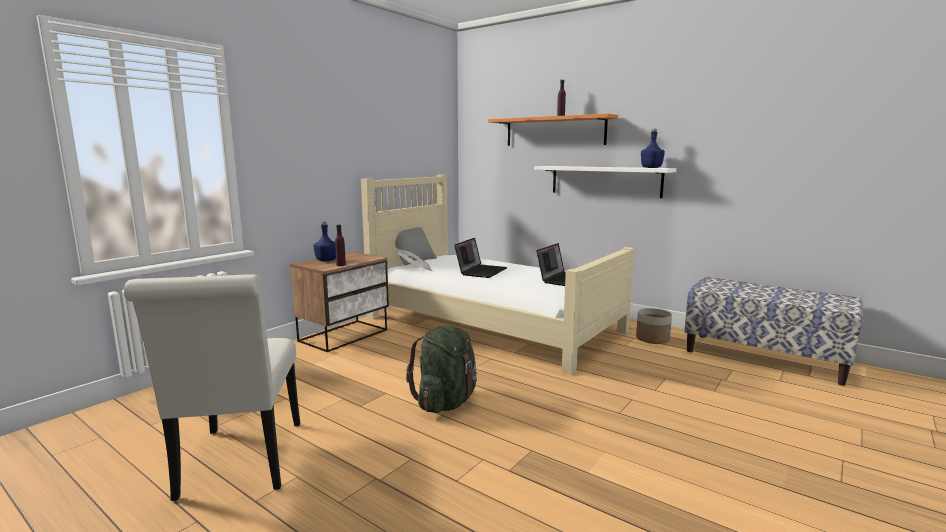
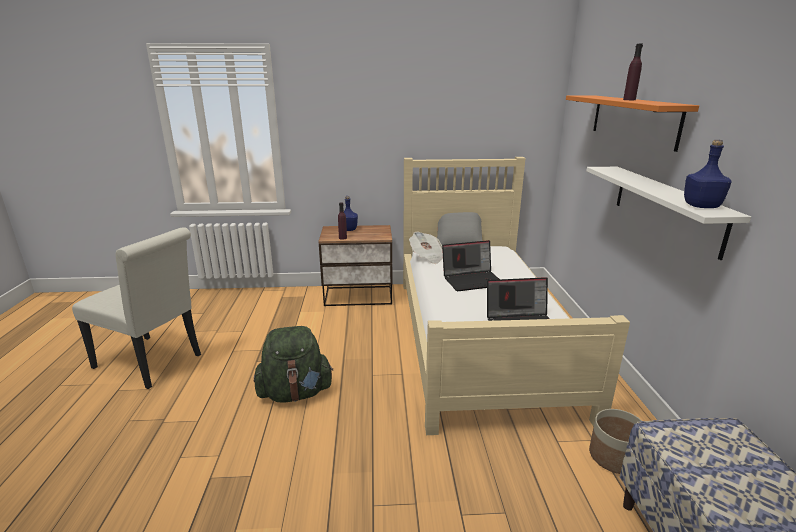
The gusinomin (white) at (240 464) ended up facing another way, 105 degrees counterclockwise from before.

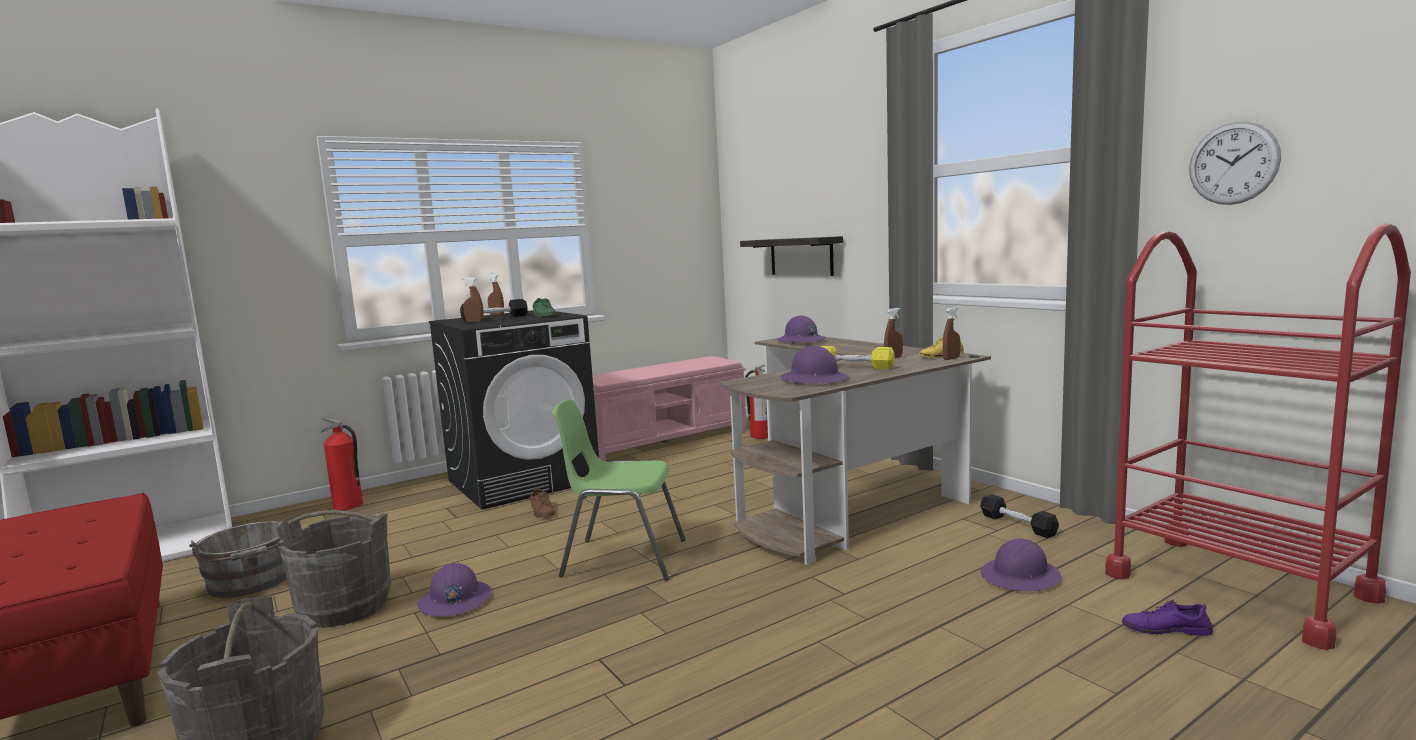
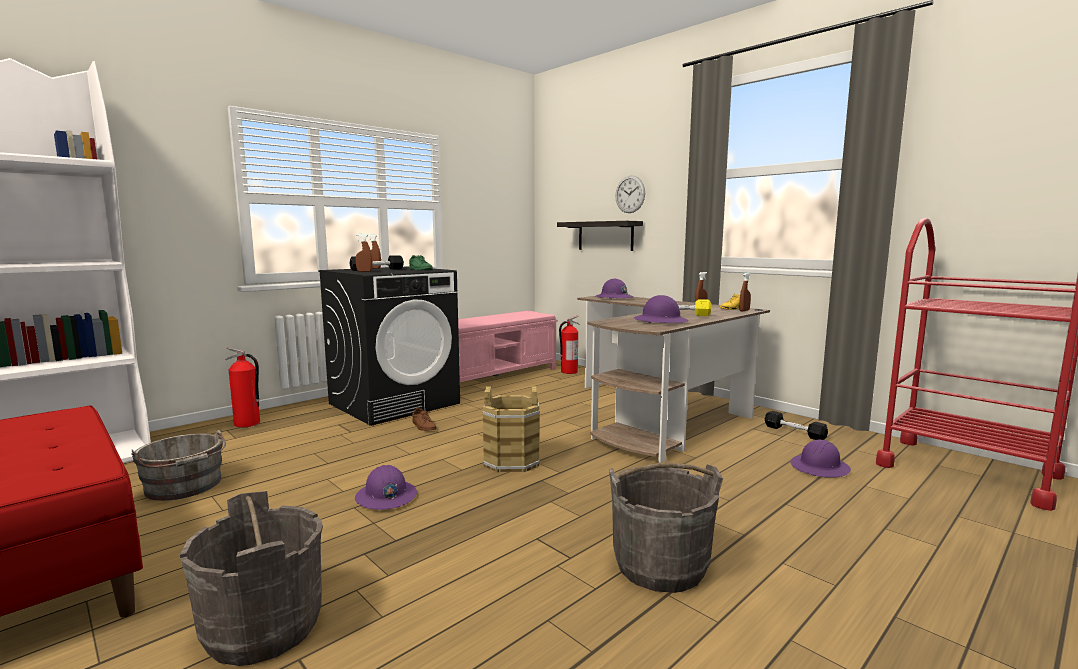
The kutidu ended up elsewhere, having gone from (1233 163) to (630 194).
Where the gusinomin (green) stood at (622 558), the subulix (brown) came to stand at (511 461).
The subulix (grey) ended up elsewhere, having gone from (344 607) to (660 566).
The second view lost the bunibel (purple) at (1166 629).

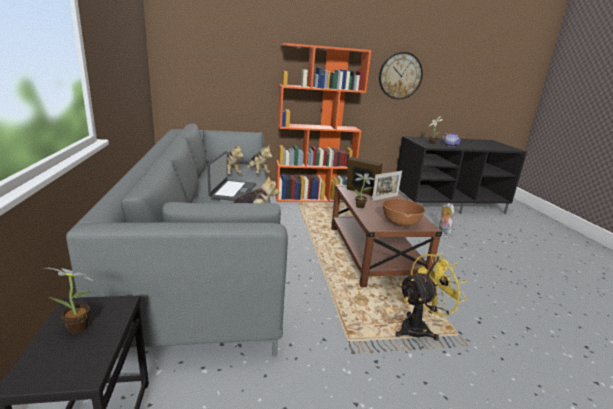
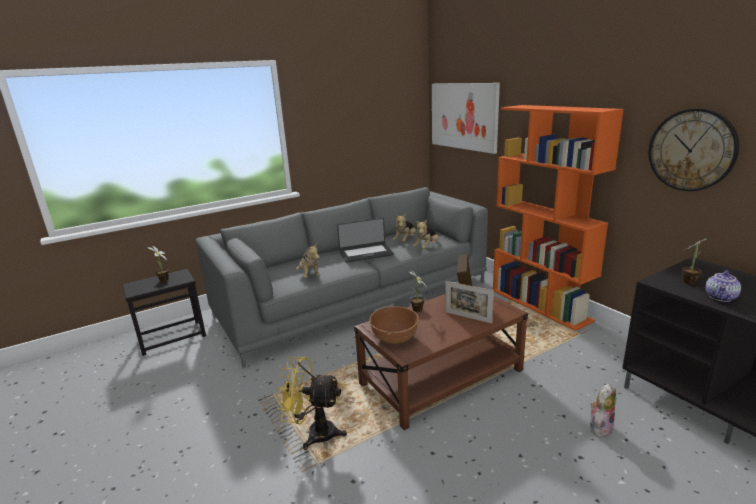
The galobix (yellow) at (419 328) ended up facing another way, 150 degrees clockwise from before.
The second view gained the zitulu at (463 116).

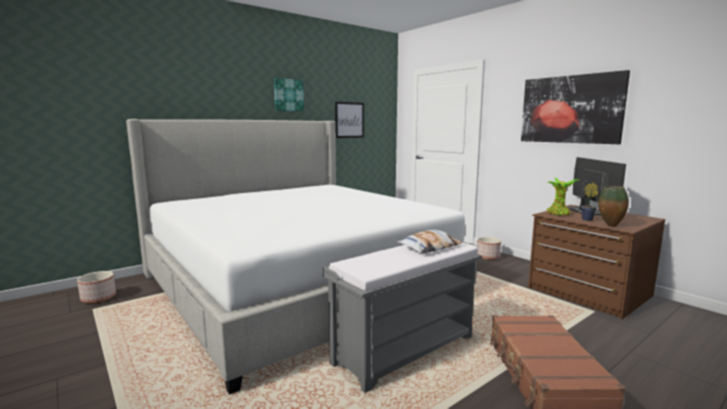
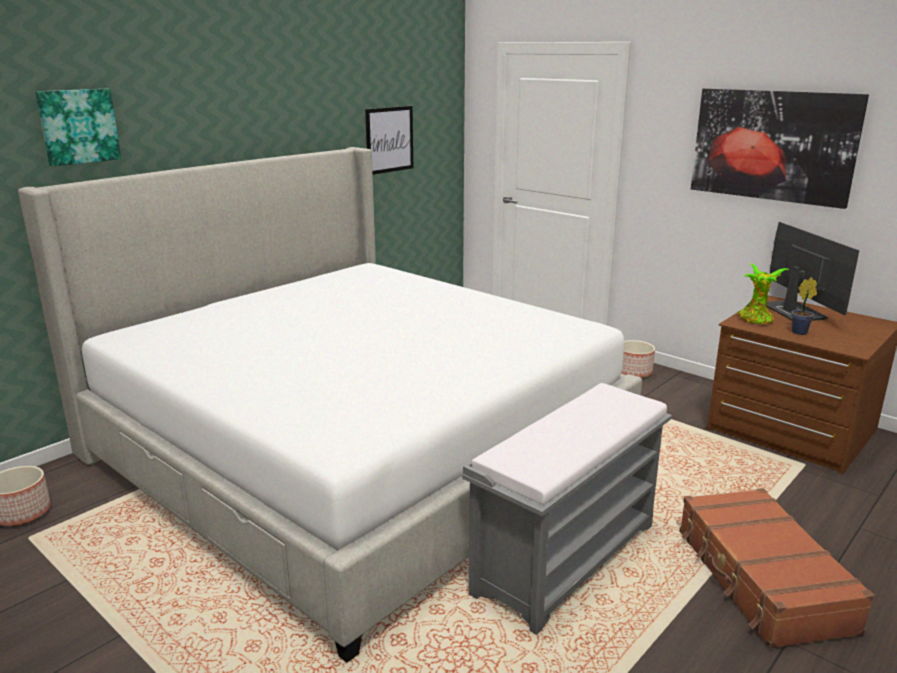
The zitulu ended up elsewhere, having gone from (288 95) to (78 126).
The second view lost the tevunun at (610 226).
The second view lost the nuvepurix at (429 247).

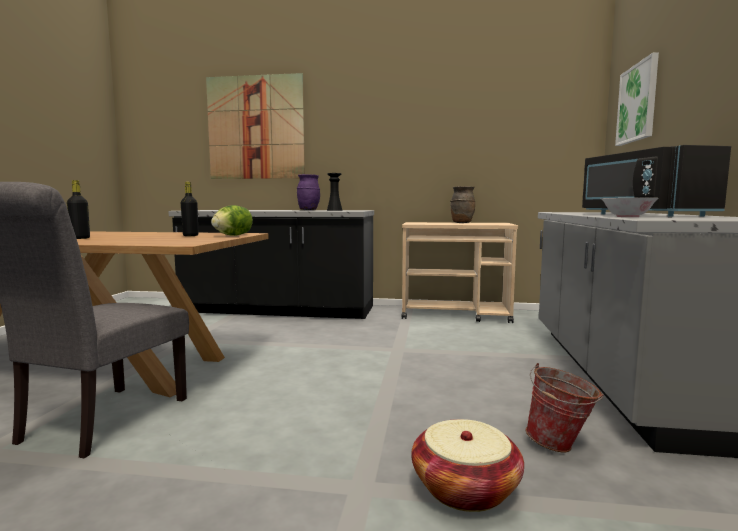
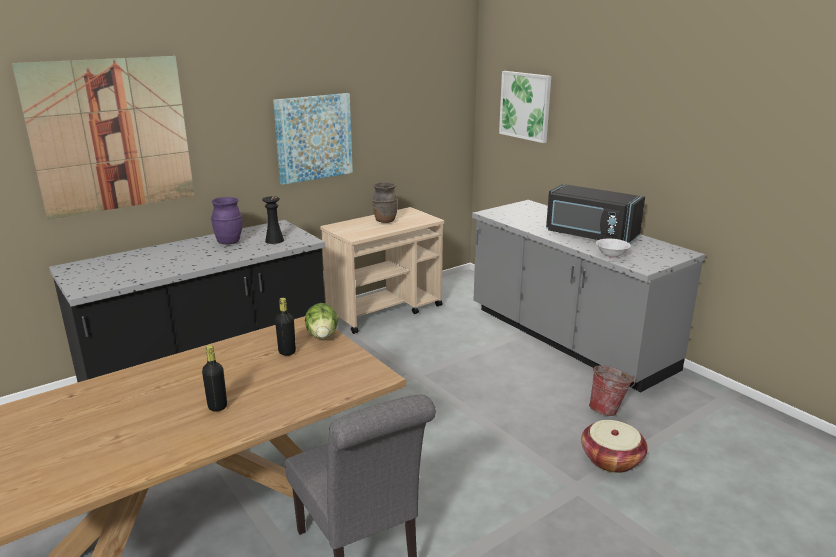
The second view gained the zitulu at (313 137).

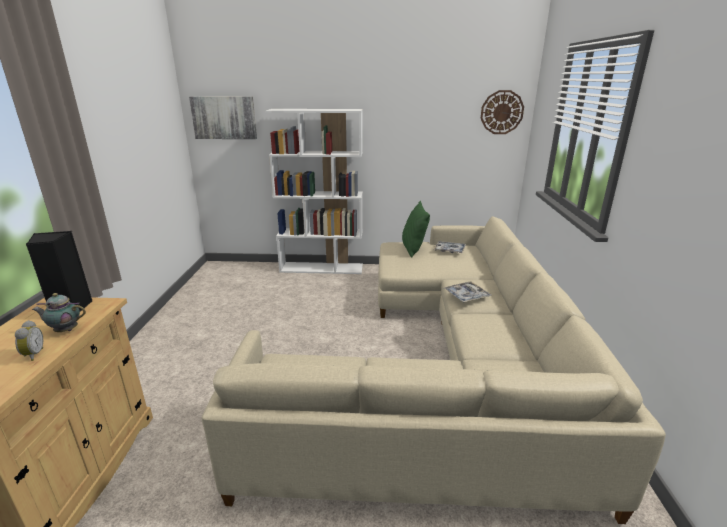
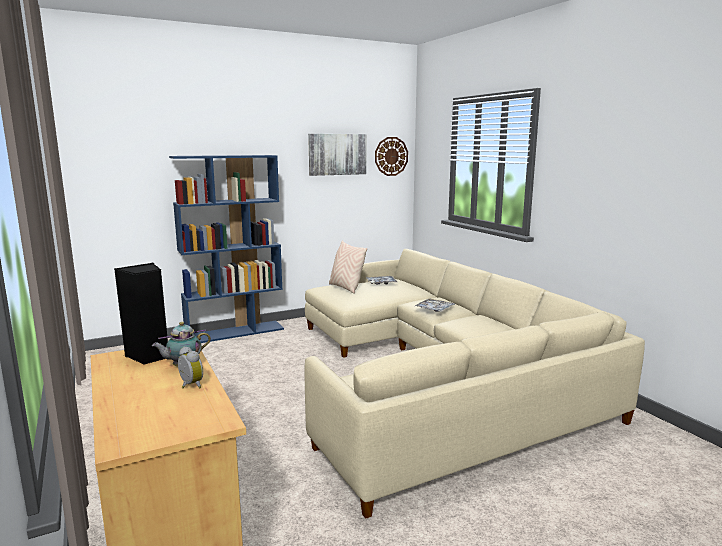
The zitulu ended up elsewhere, having gone from (224 117) to (337 154).
What was the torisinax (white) at (322 268) turned into the torisinax (blue) at (235 332).
What was the nuvepurix (green) at (413 249) turned into the nuvepurix (beige) at (346 288).

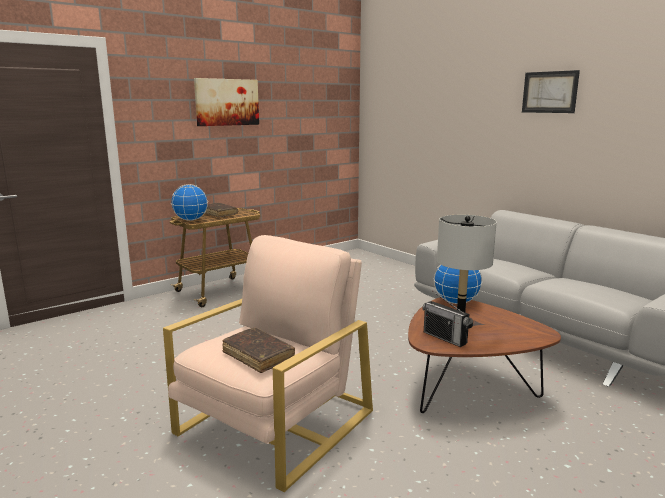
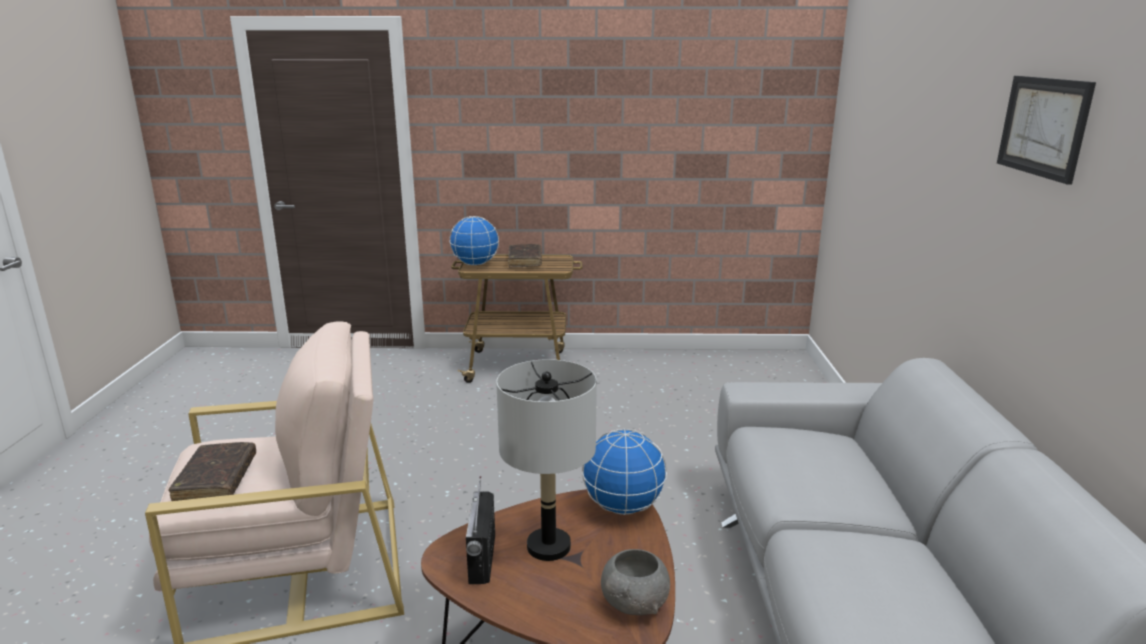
The second view lost the zitulu at (227 102).
The second view gained the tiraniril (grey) at (635 603).

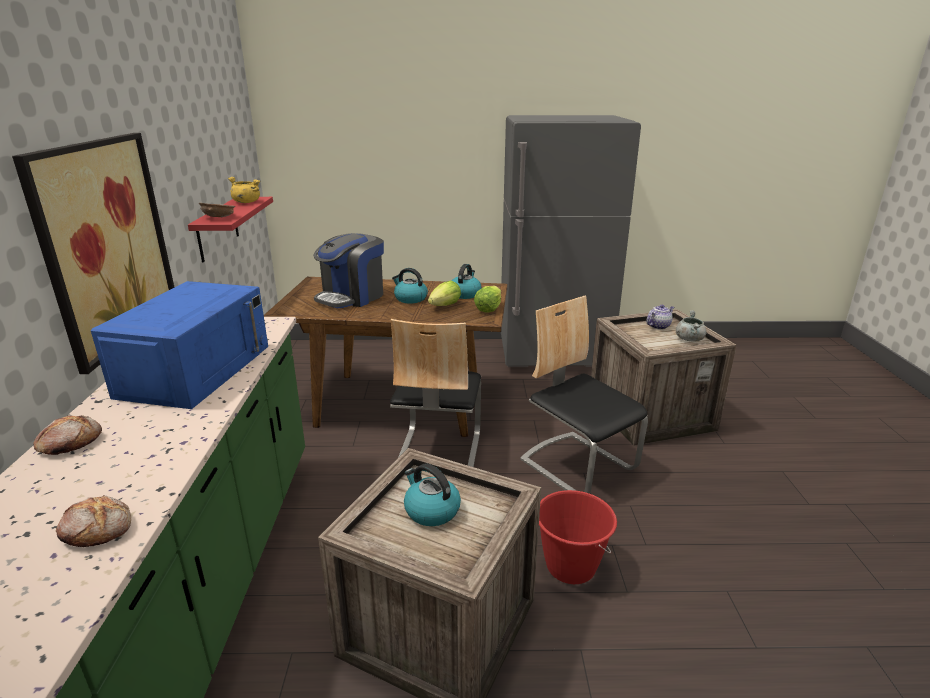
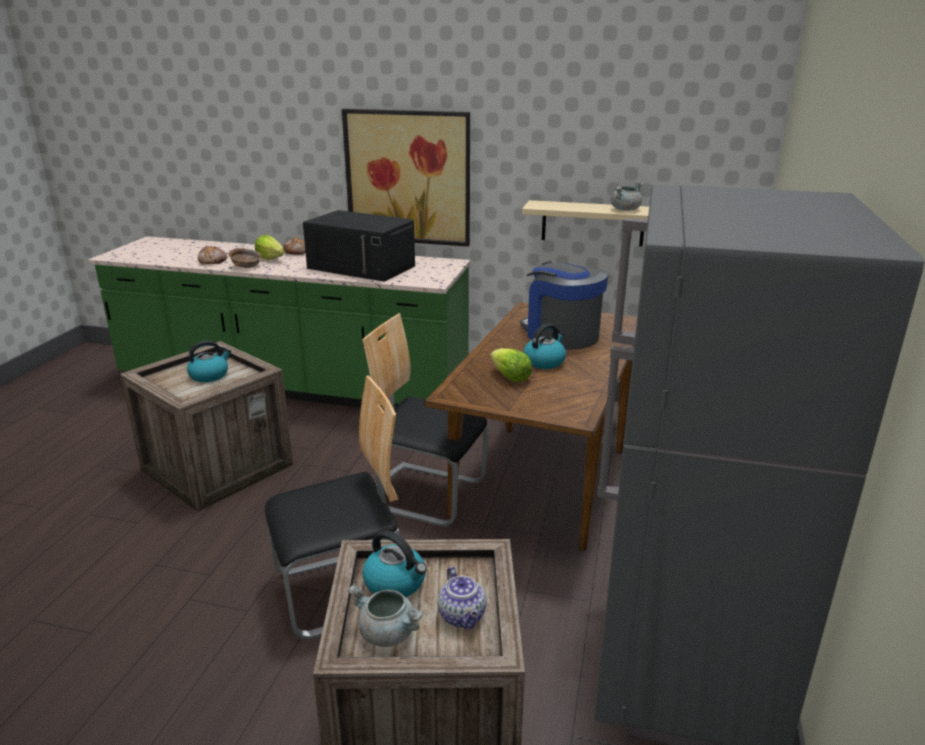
What was the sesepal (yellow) at (246 202) turned into the sesepal (grey) at (625 209).
What was the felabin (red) at (217 228) turned into the felabin (beige) at (592 223).
The tiraniril (brown) ended up elsewhere, having gone from (218 218) to (246 266).
The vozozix ended up elsewhere, having gone from (465 294) to (396 583).
What was the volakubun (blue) at (196 370) turned into the volakubun (black) at (362 267).
The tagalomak ended up elsewhere, having gone from (488 309) to (271 259).
The second view lost the subulix (red) at (570 566).

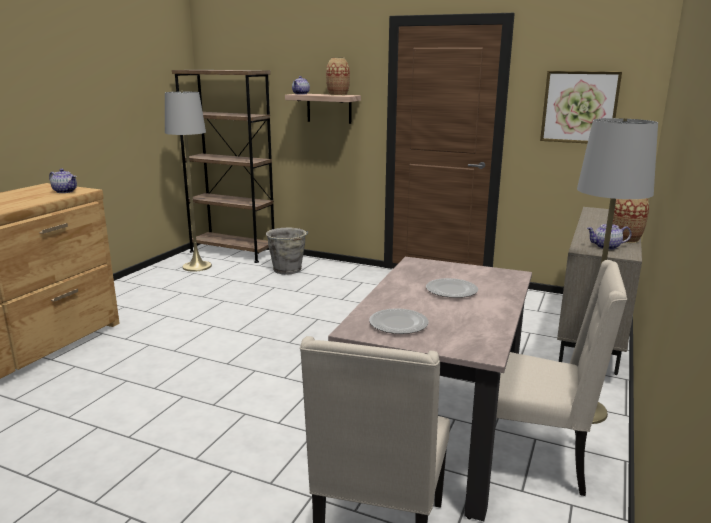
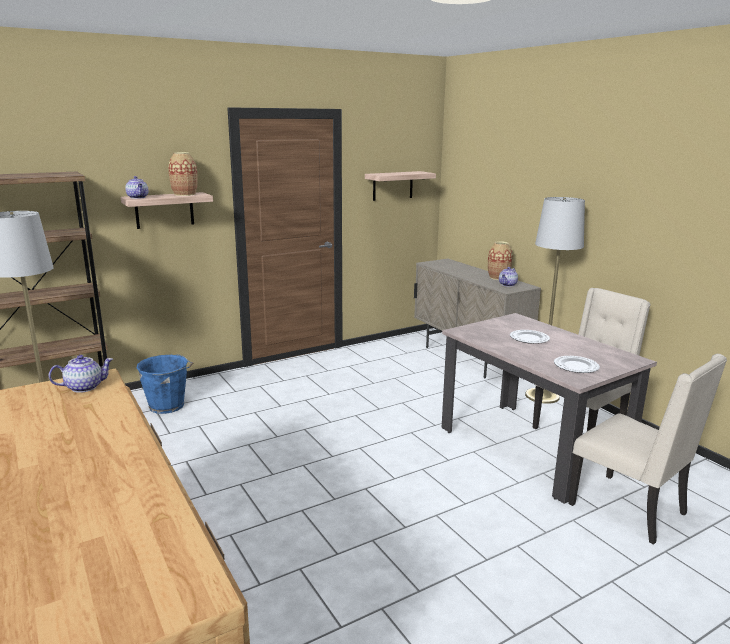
Where the zitulu hung at (579 107), the felabin came to hang at (392 185).
What was the subulix (grey) at (288 270) turned into the subulix (blue) at (168 406).

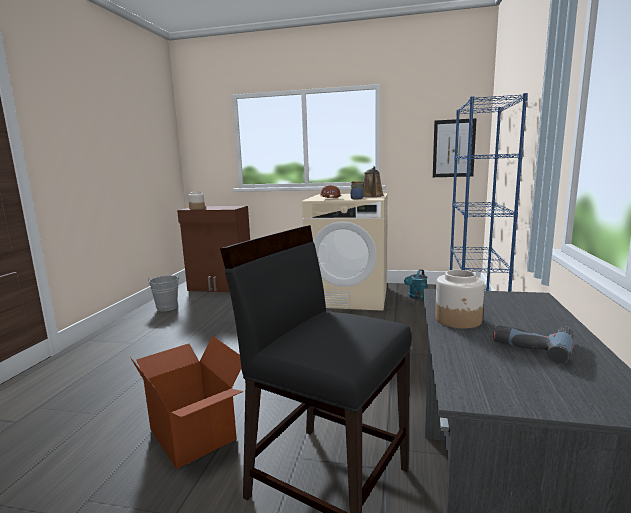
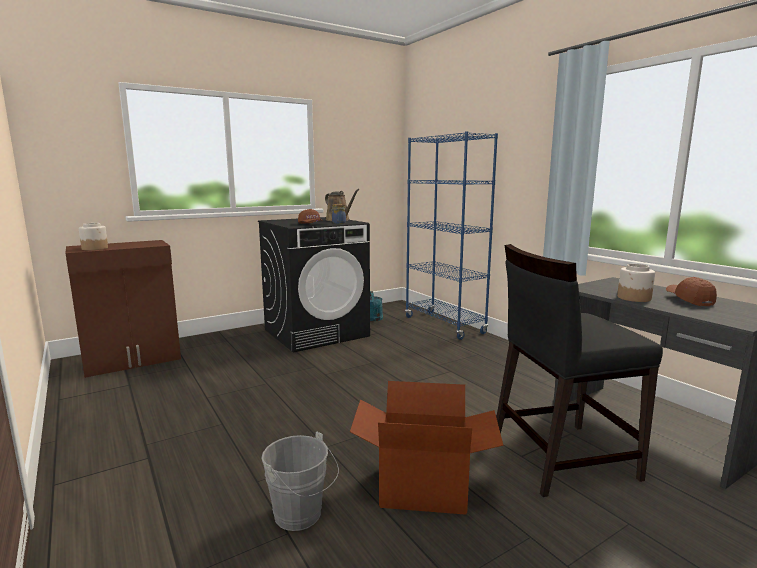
The second view lost the zitulu at (453 148).
What was the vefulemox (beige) at (349 297) turned into the vefulemox (black) at (316 333).
The subulix (grey) ended up elsewhere, having gone from (166 308) to (301 516).
Where the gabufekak stood at (533 344), the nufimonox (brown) came to stand at (689 300).

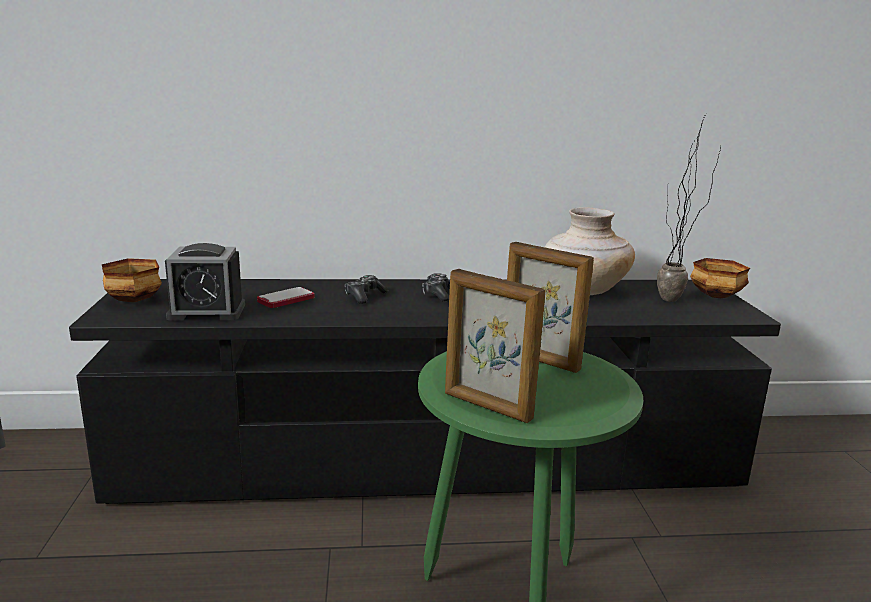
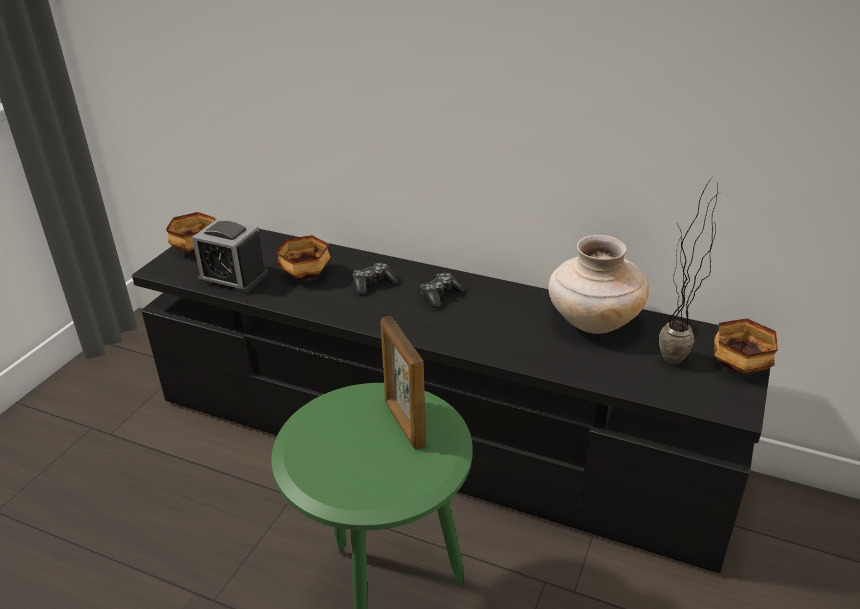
The second view lost the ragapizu at (487 406).
Where the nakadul stood at (286 299), the tiraniril came to stand at (305 274).

